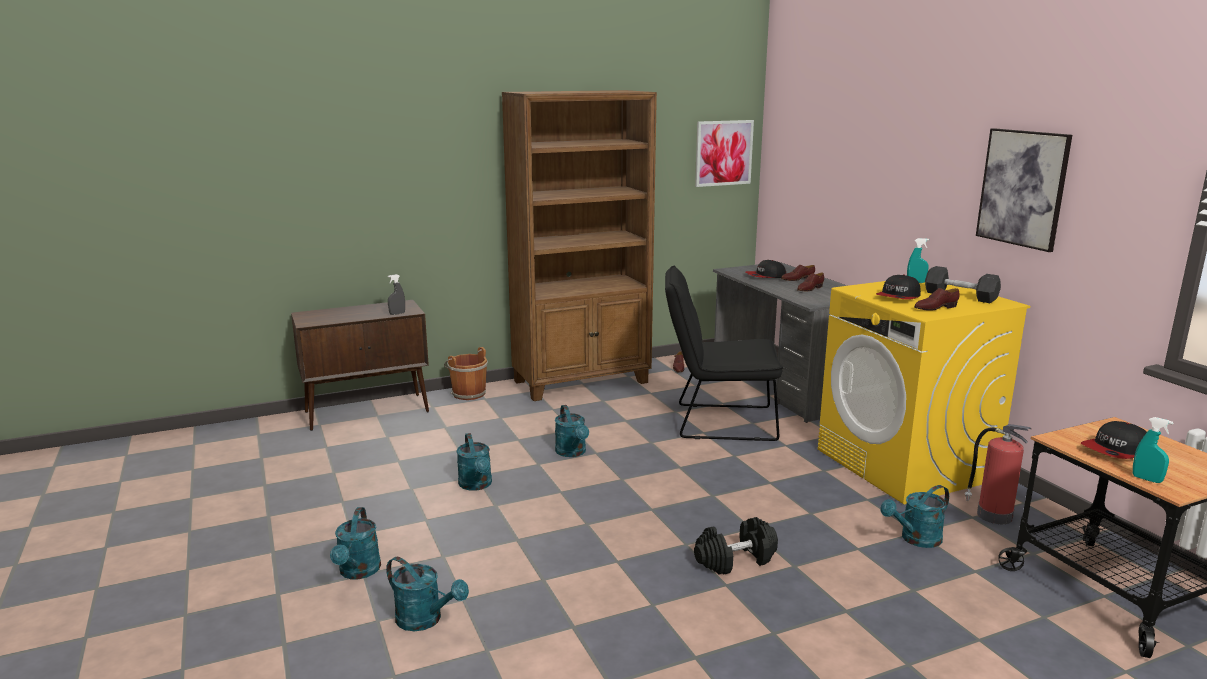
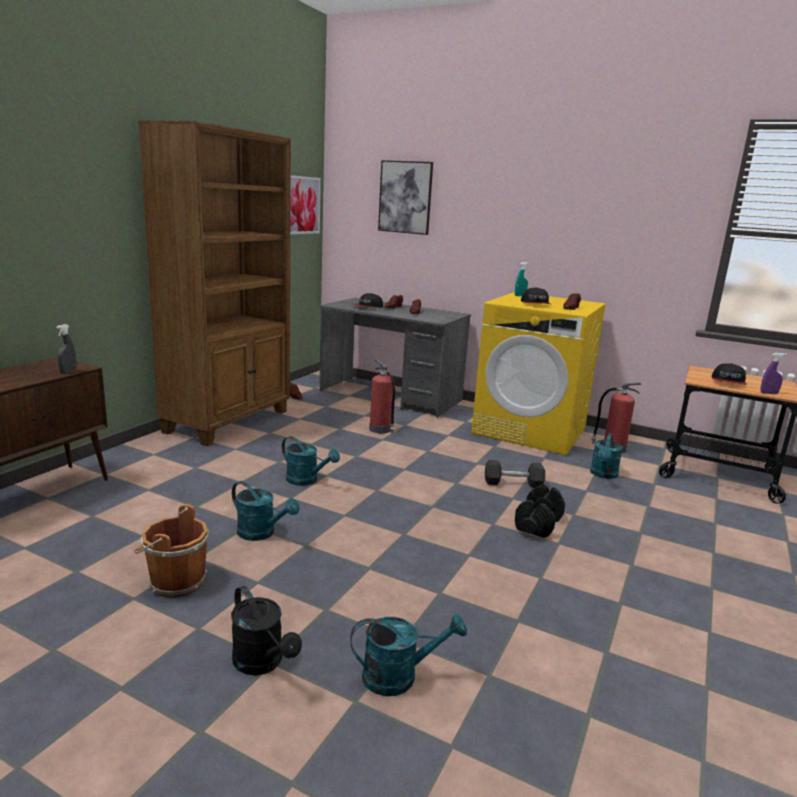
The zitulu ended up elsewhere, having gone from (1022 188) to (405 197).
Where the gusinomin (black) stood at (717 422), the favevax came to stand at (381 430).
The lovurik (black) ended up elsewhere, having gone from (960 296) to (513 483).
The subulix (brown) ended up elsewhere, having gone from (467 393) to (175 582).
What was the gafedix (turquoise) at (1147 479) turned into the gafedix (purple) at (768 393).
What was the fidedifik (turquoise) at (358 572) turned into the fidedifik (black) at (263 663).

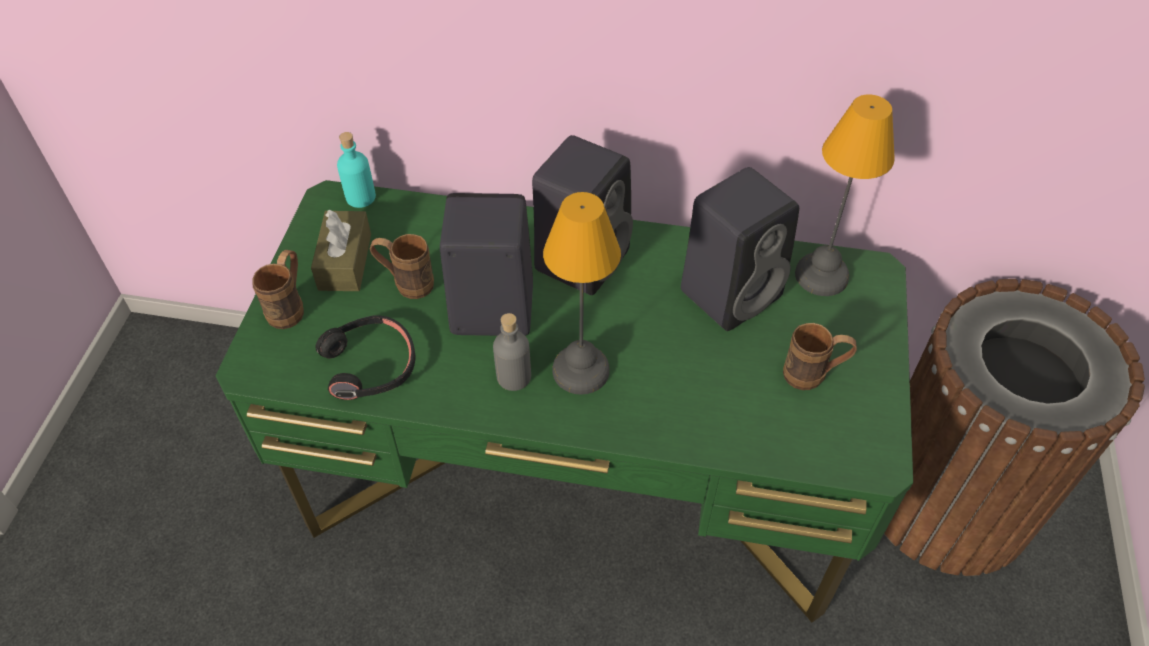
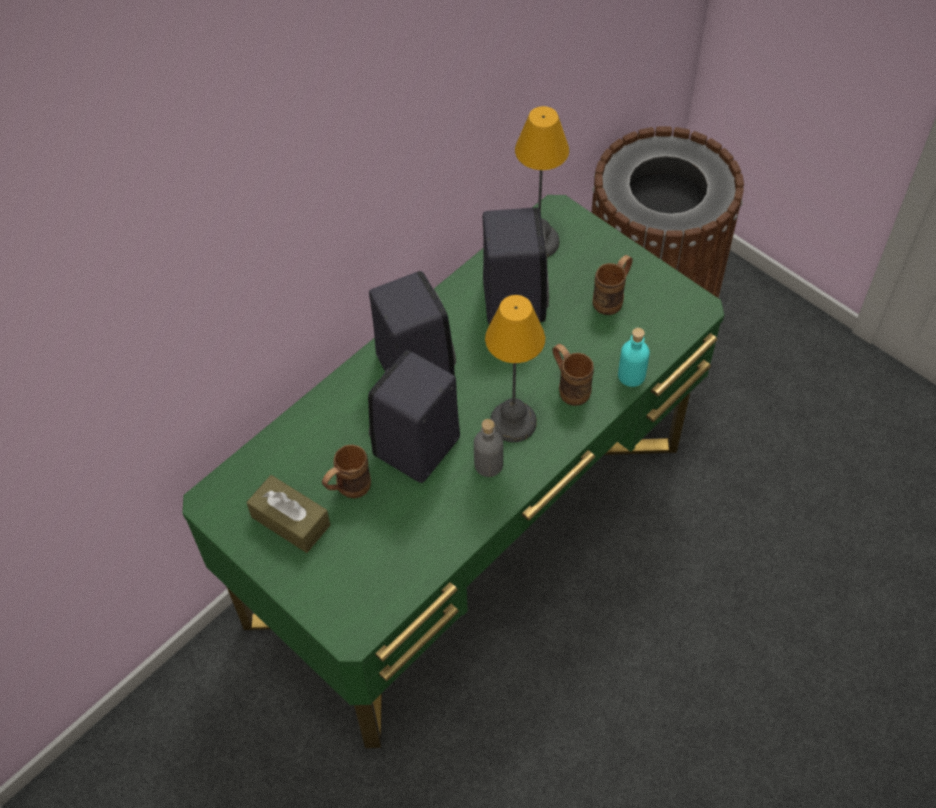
The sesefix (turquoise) ended up elsewhere, having gone from (360 197) to (631 375).
The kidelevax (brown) ended up elsewhere, having gone from (290 307) to (569 387).
The second view lost the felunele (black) at (370 365).

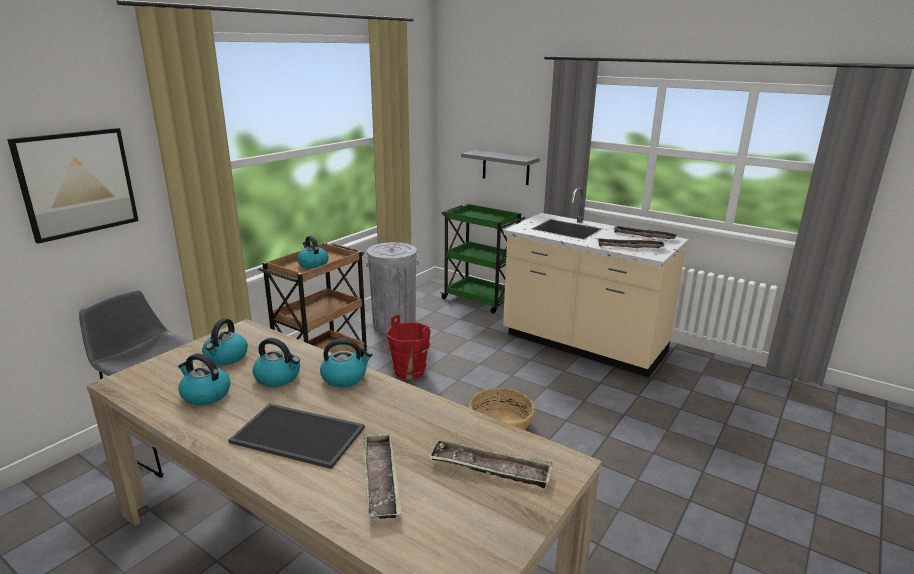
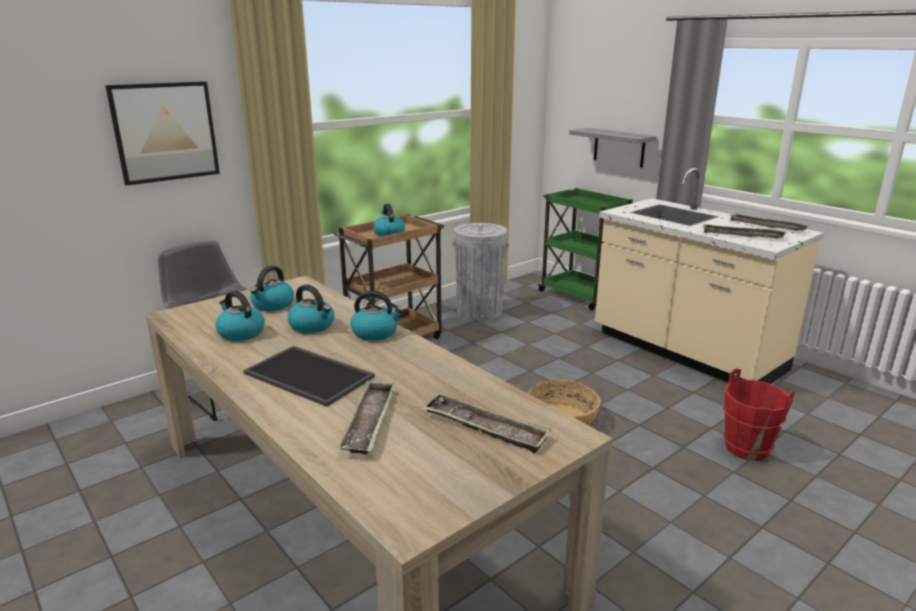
The subulix (red) ended up elsewhere, having gone from (409 372) to (746 449).

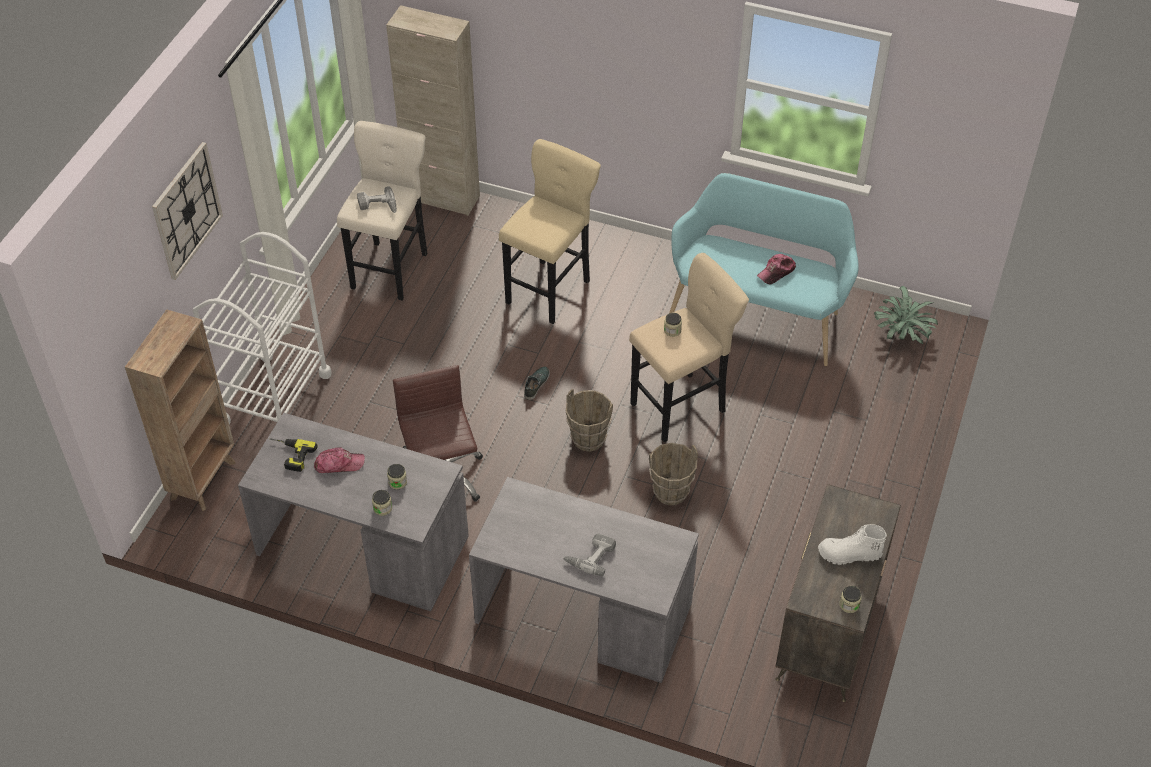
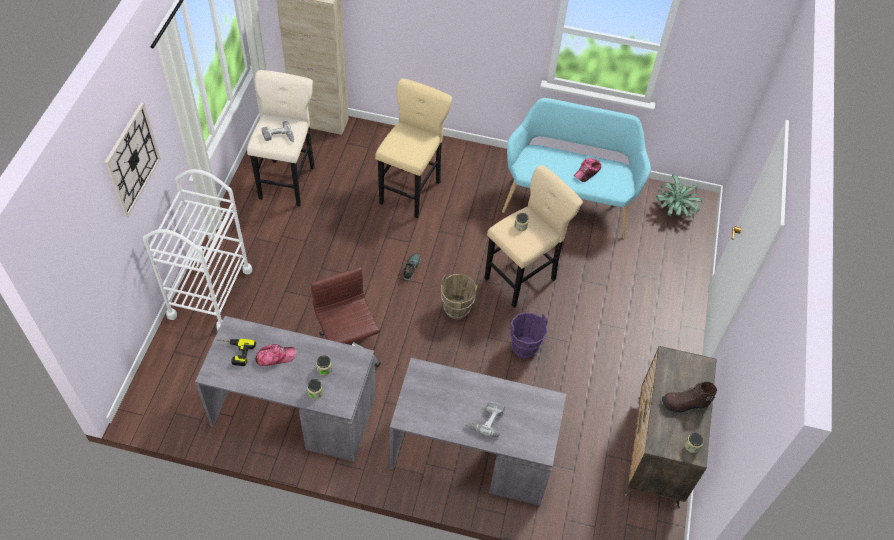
The second view lost the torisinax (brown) at (204 479).
What was the subulix (brown) at (671 492) turned into the subulix (purple) at (524 348).
What was the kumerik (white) at (849 555) turned into the kumerik (brown) at (685 404).

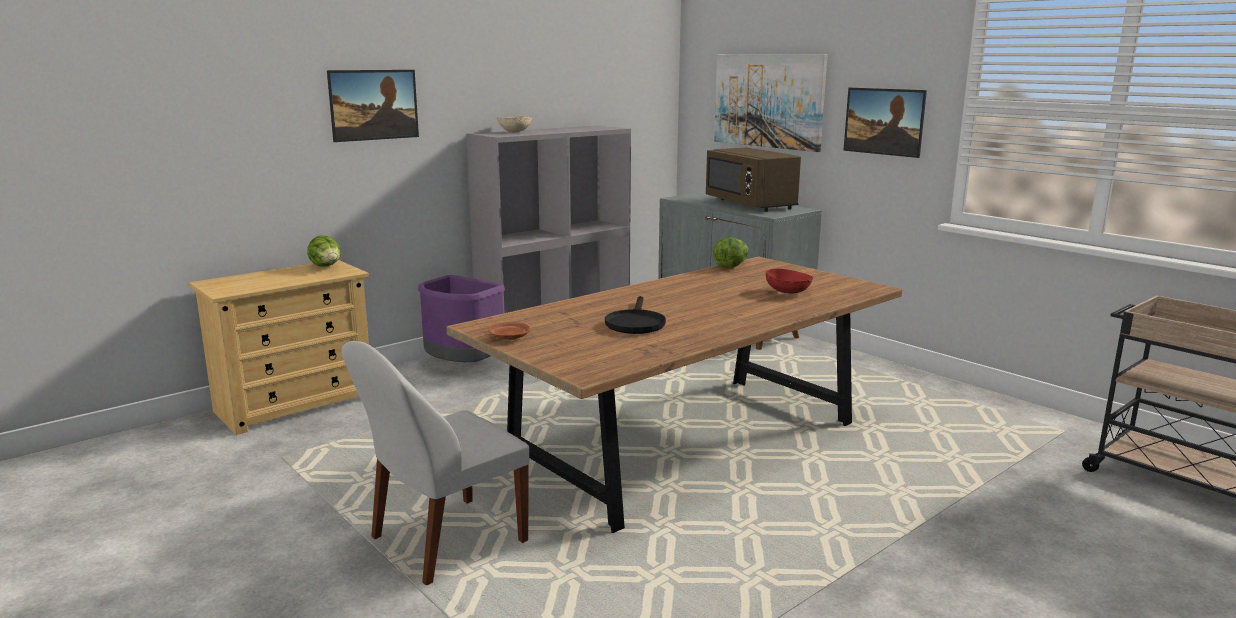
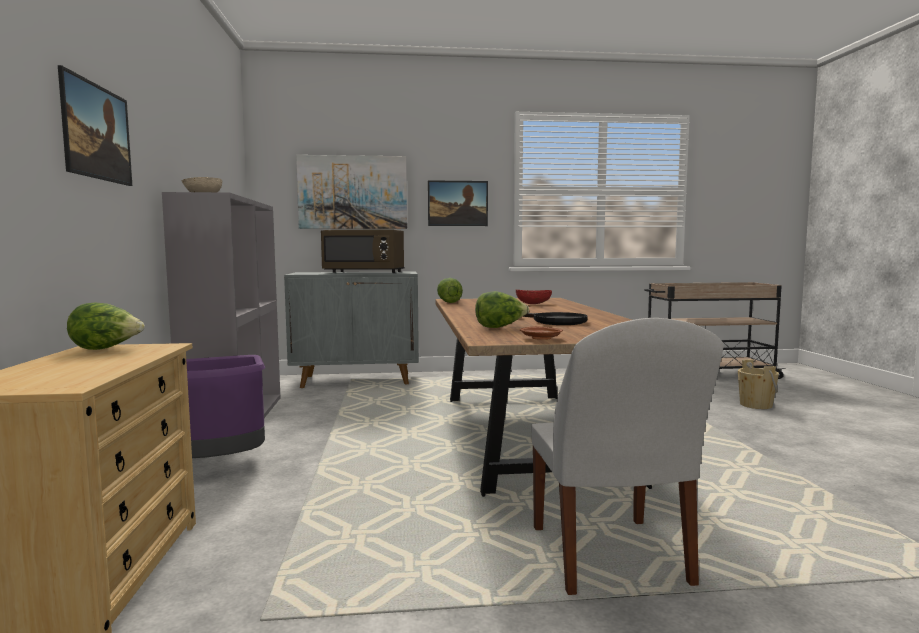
The second view gained the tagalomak at (500 327).
The second view gained the subulix (beige) at (756 405).

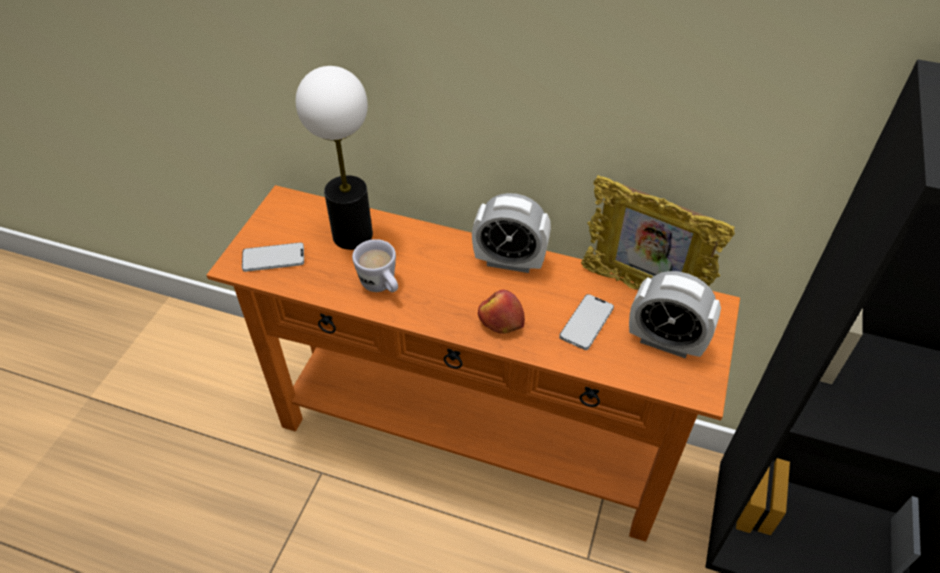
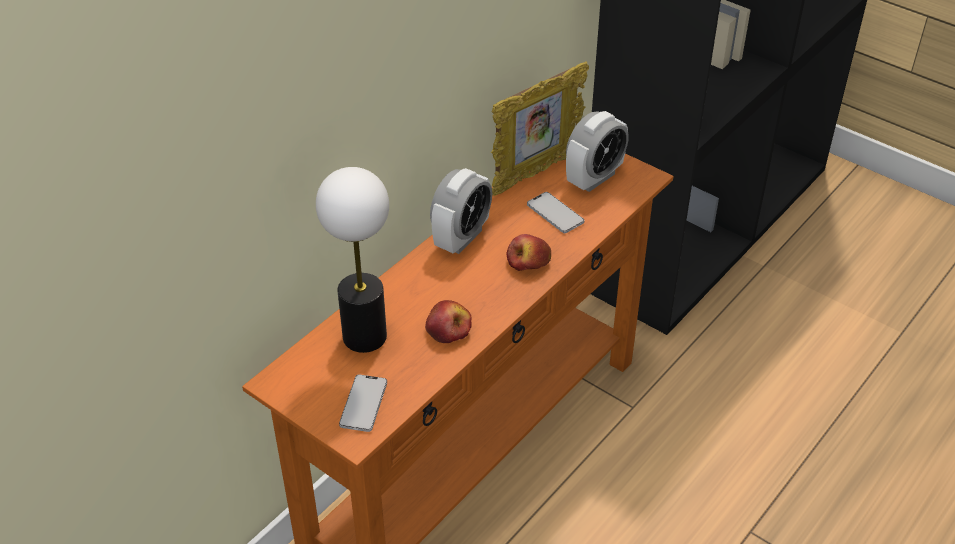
Where the kidelevax (white) stood at (381 287), the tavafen came to stand at (448 329).

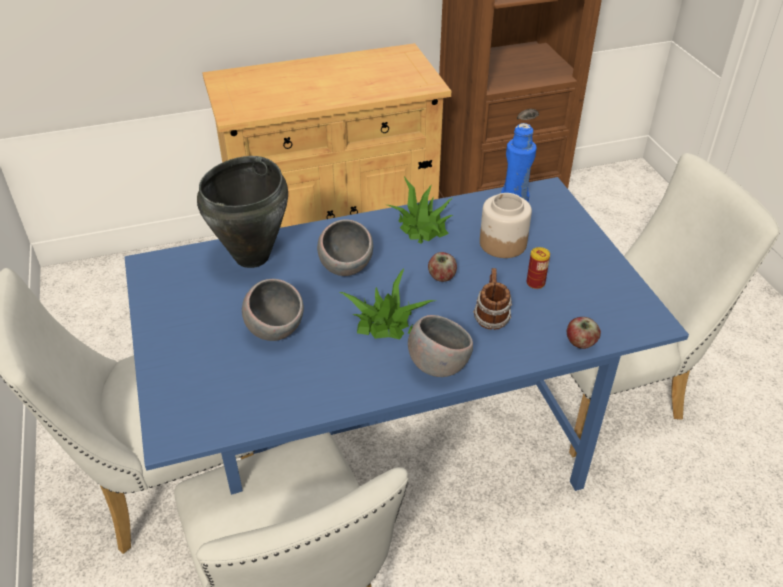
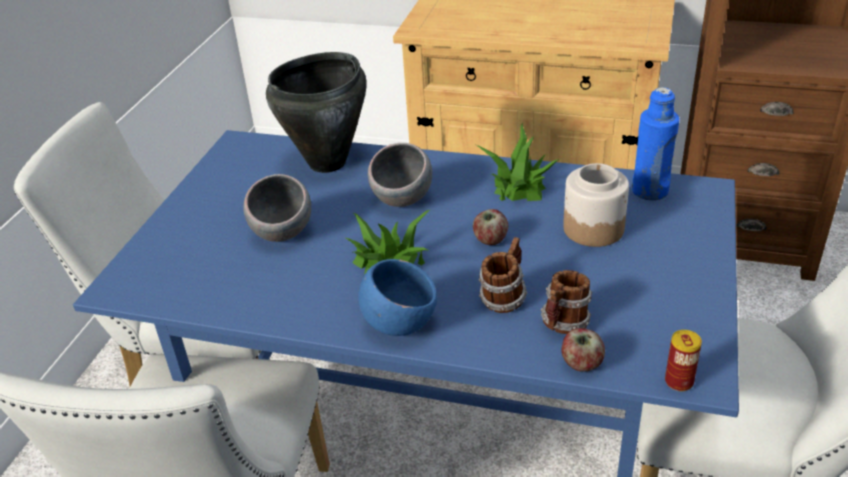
The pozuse ended up elsewhere, having gone from (535 283) to (679 381).
What was the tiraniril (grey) at (437 366) turned into the tiraniril (blue) at (399 324).
The second view gained the kidelevax at (564 325).

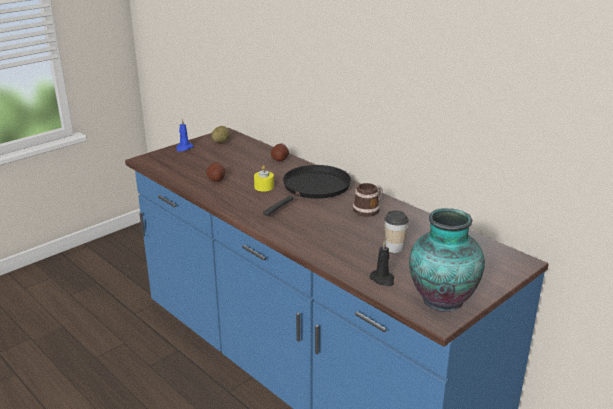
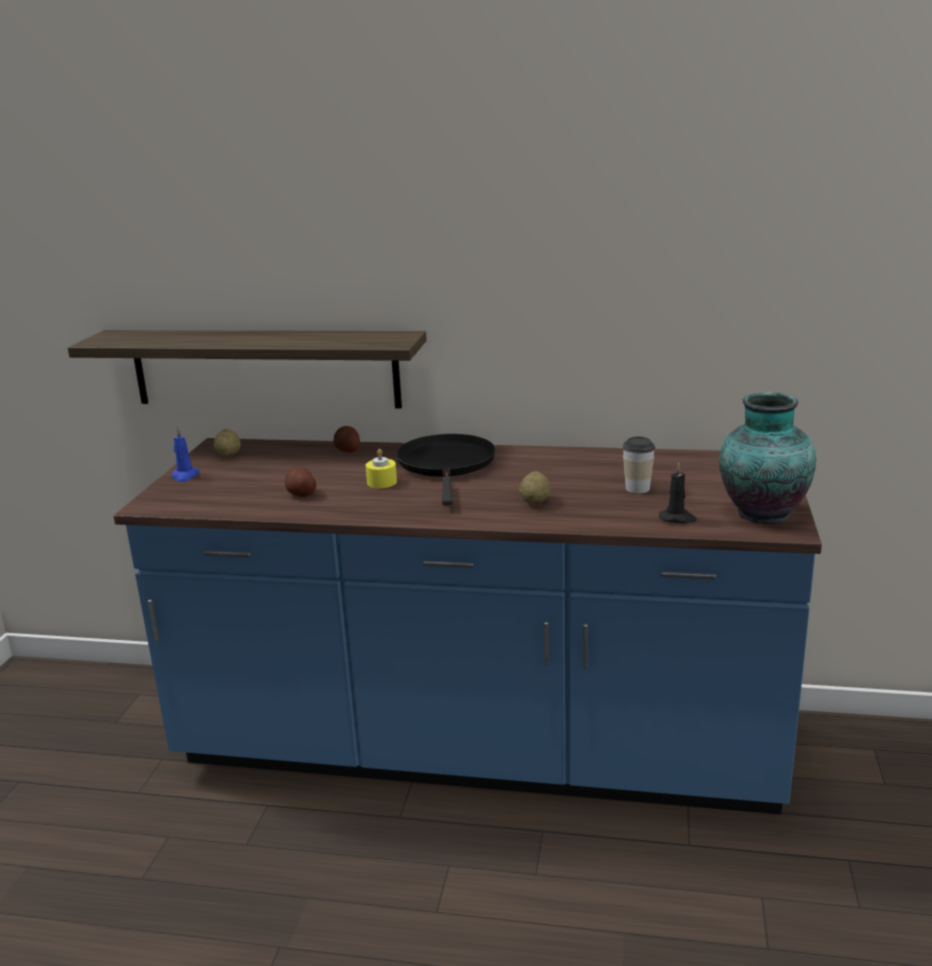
The second view lost the kidelevax at (369 209).
The second view gained the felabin at (264 368).
The second view gained the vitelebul at (535 502).

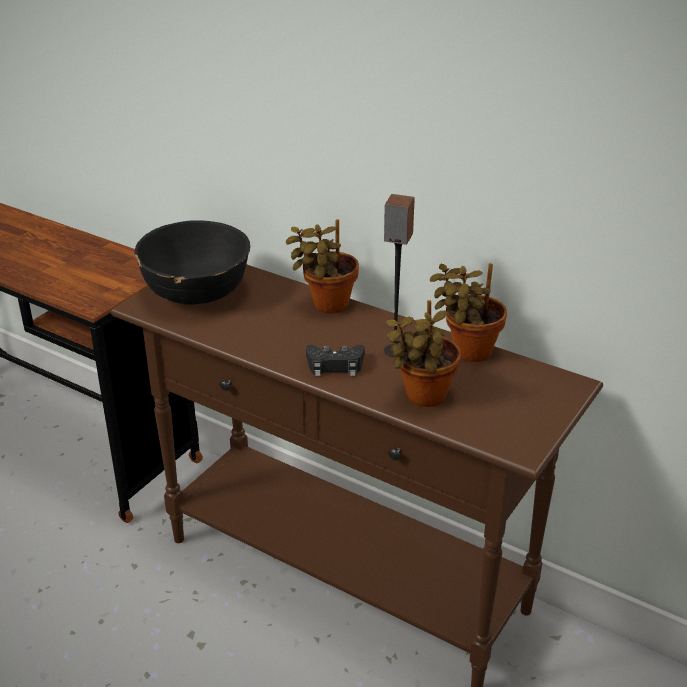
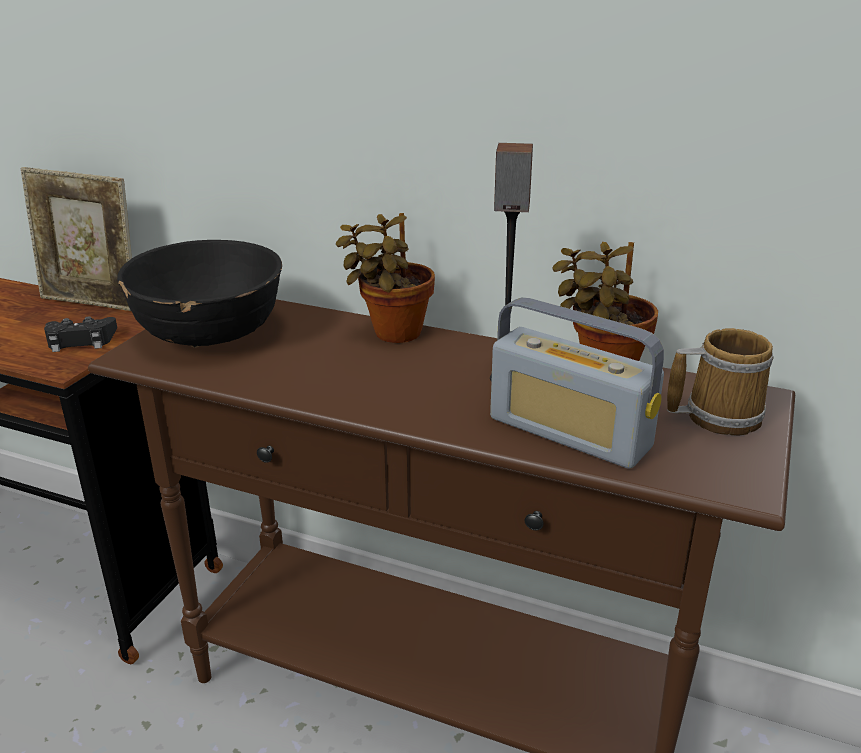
Where the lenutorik stood at (422 397), the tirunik came to stand at (569 433).
The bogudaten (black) ended up elsewhere, having gone from (335 365) to (80 340).
The second view gained the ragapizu at (93 303).
The second view gained the kidelevax at (717 415).

